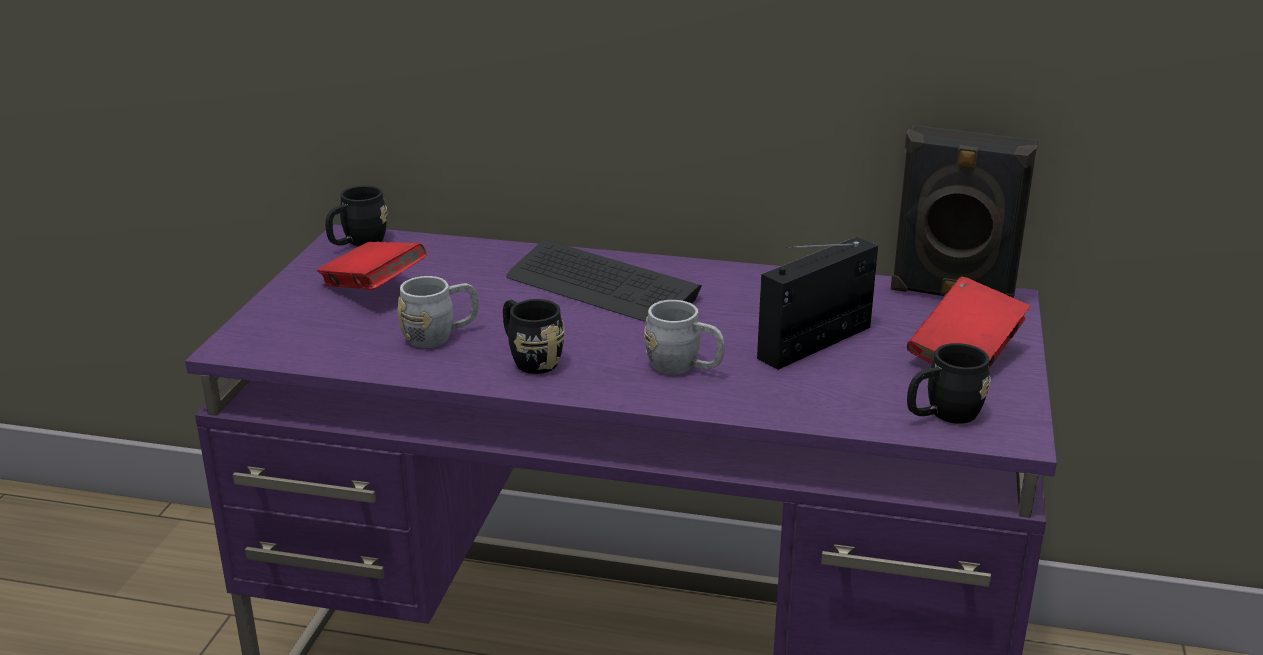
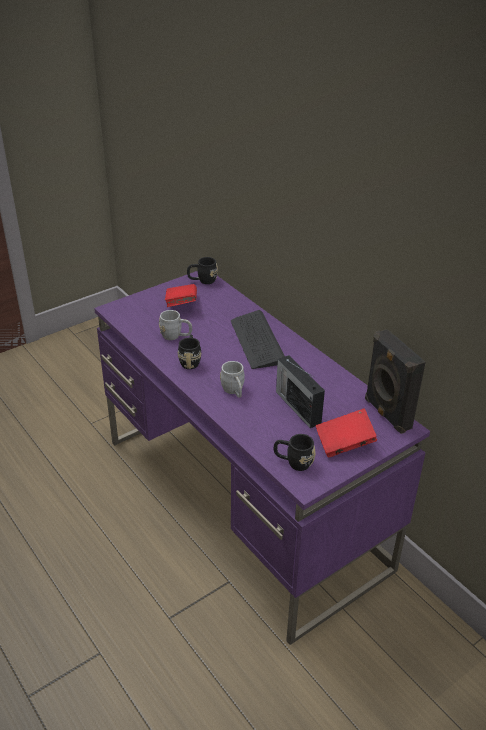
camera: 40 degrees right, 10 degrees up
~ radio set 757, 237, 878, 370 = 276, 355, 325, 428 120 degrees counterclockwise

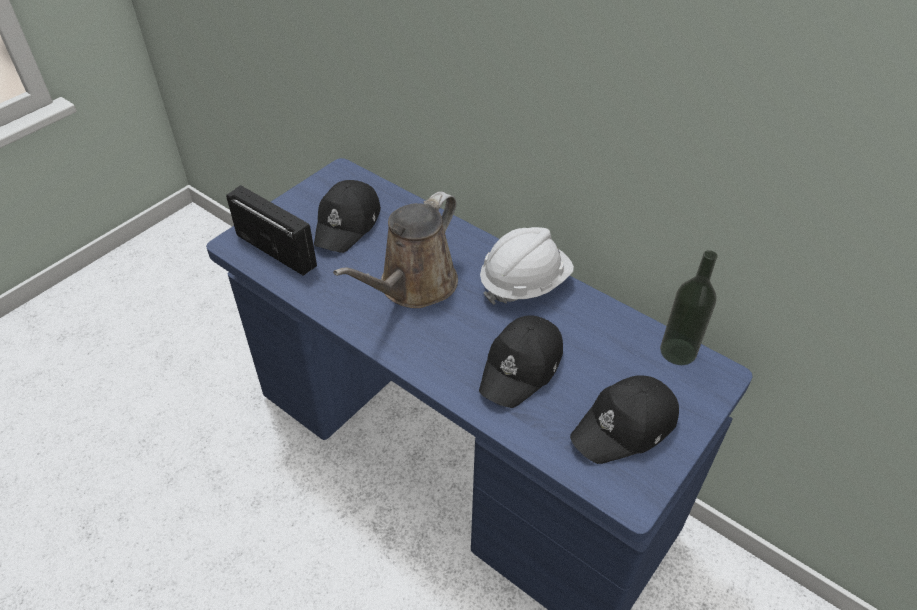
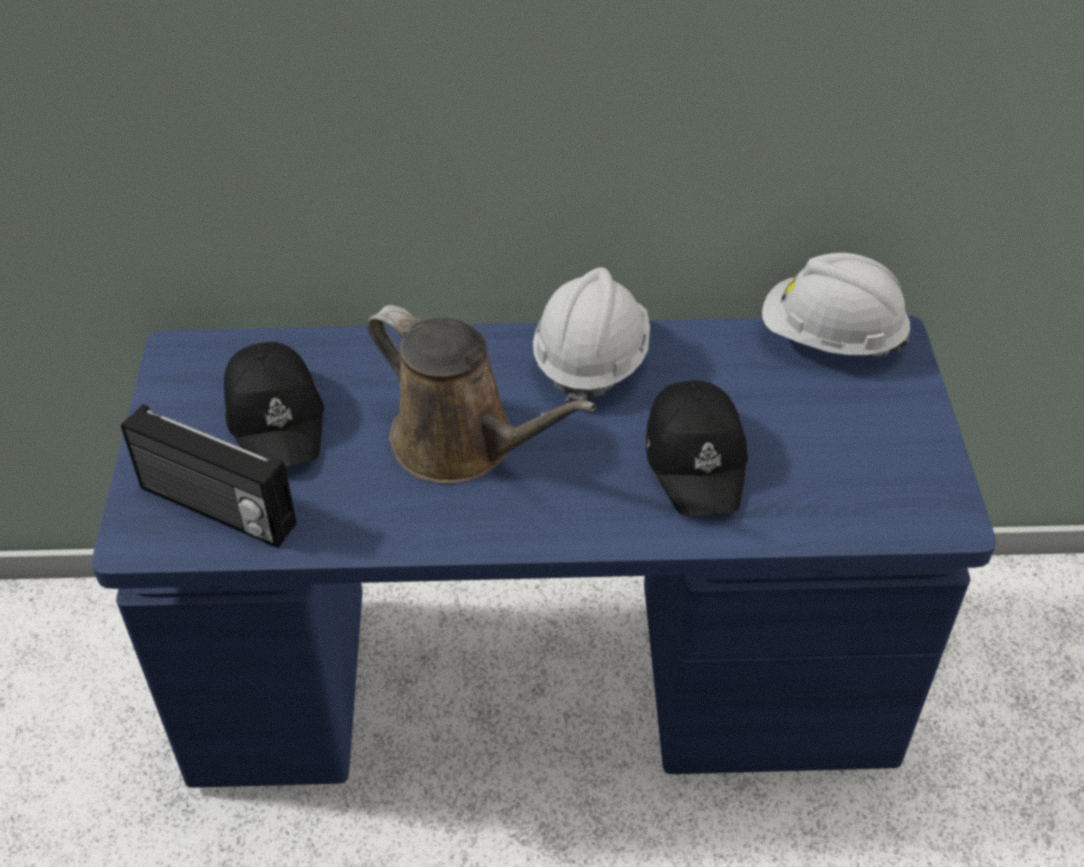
camera: 40 degrees left, 0 degrees up
~ radio set 226, 185, 317, 276 = 121, 404, 296, 548 150 degrees counterclockwise
~ brown-coloured watering can 333, 191, 458, 308 = 367, 305, 597, 484 45 degrees counterclockwise
- black-coloured cap 570, 375, 679, 464
~ bottle 660, 250, 718, 365 to white-coloured hard hat 762, 253, 911, 357

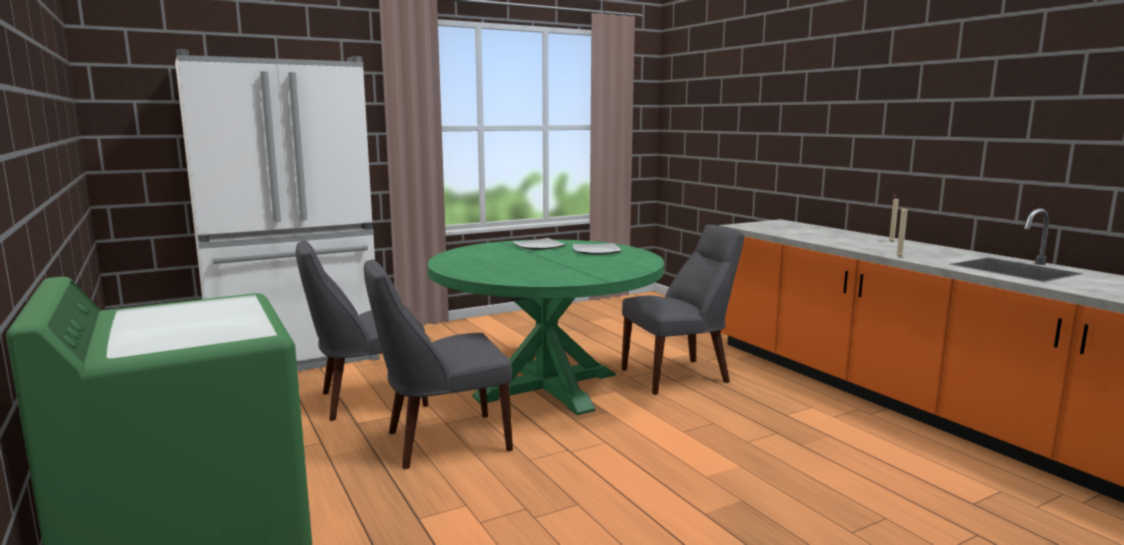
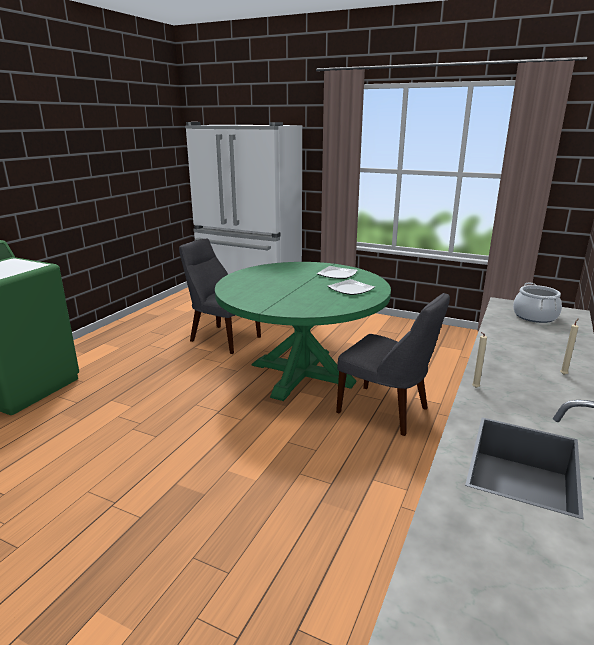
camera: 55 degrees right, 10 degrees up
- greyish plain chair 364, 259, 513, 469
+ saucepot 513, 283, 562, 323

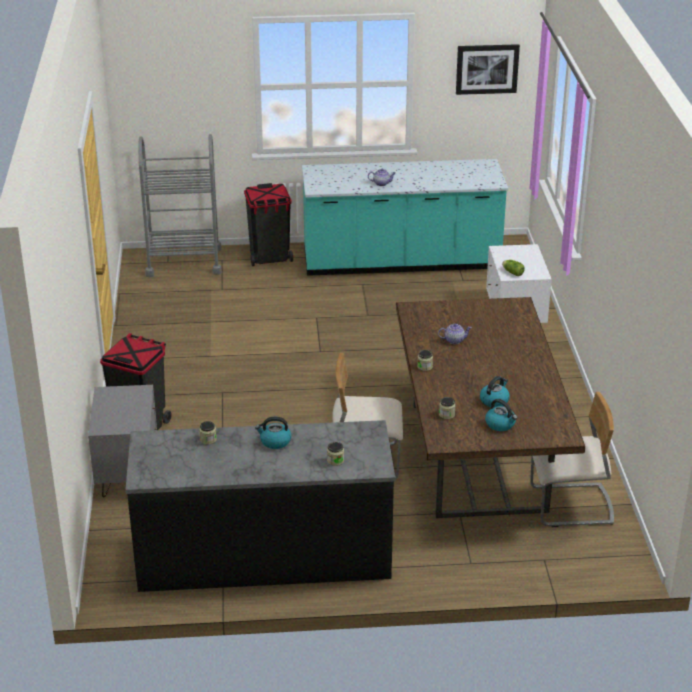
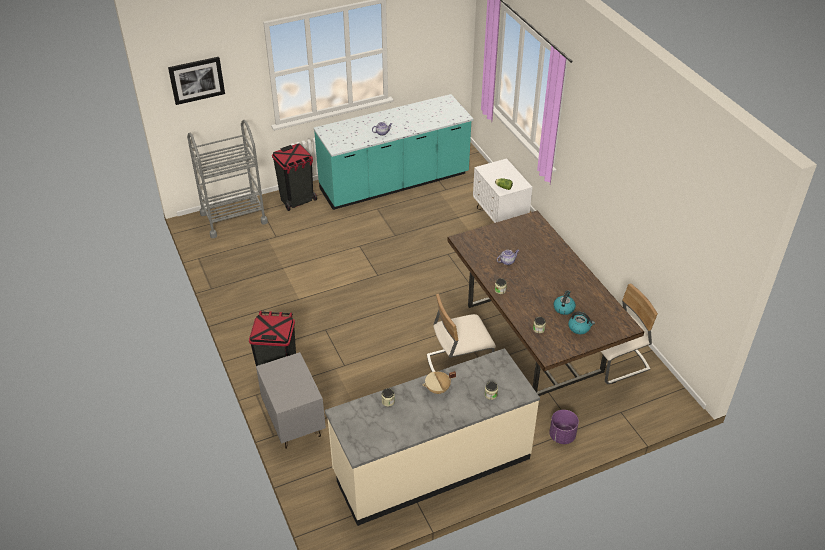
camera: 20 degrees left, 10 degrees up
~ black-coloured kitchen counter 125, 420, 395, 592 to beige-coloured kitchen counter 325, 348, 540, 526
~ tea kettle 255, 417, 291, 449 to beige-coloured saucepot 423, 371, 456, 394
~ wall art 456, 44, 520, 95 to 168, 57, 225, 105
+ purple flower pot 549, 410, 579, 444

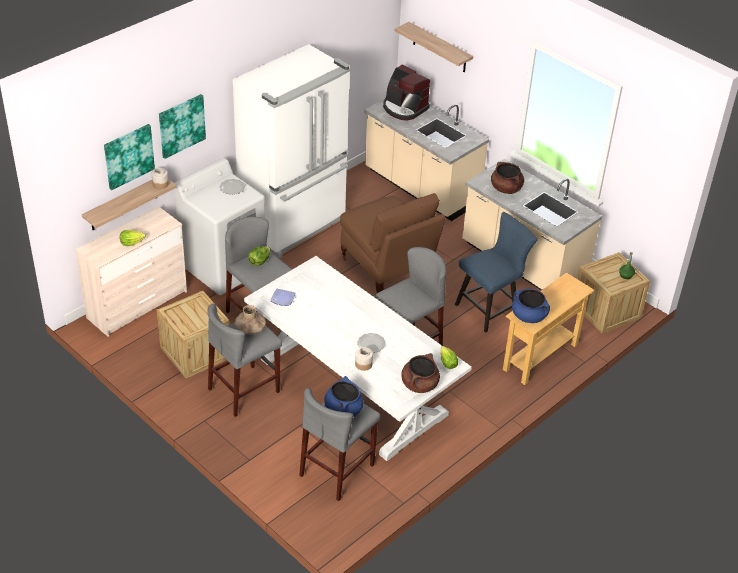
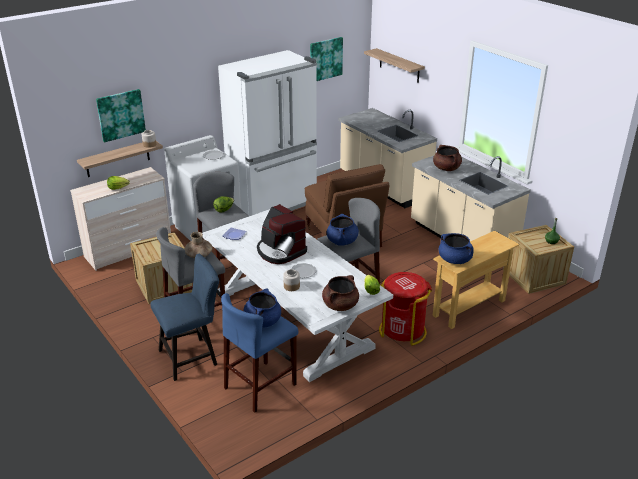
camera: 10 degrees right, 10 degrees down
~ wall art 159, 94, 206, 159 to 310, 37, 343, 81
~ greyish stool 299, 388, 380, 501 to bluish stool 221, 293, 298, 413
~ coffee machine 383, 65, 430, 121 to 257, 204, 307, 264
~ bluish plain chair 455, 212, 537, 333 to 150, 254, 219, 381
+ bluish saucepot 327, 214, 359, 246
+ red trash can 379, 272, 432, 346

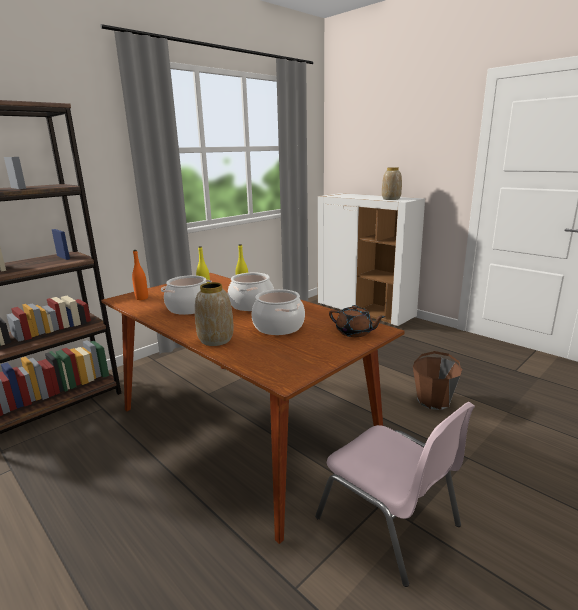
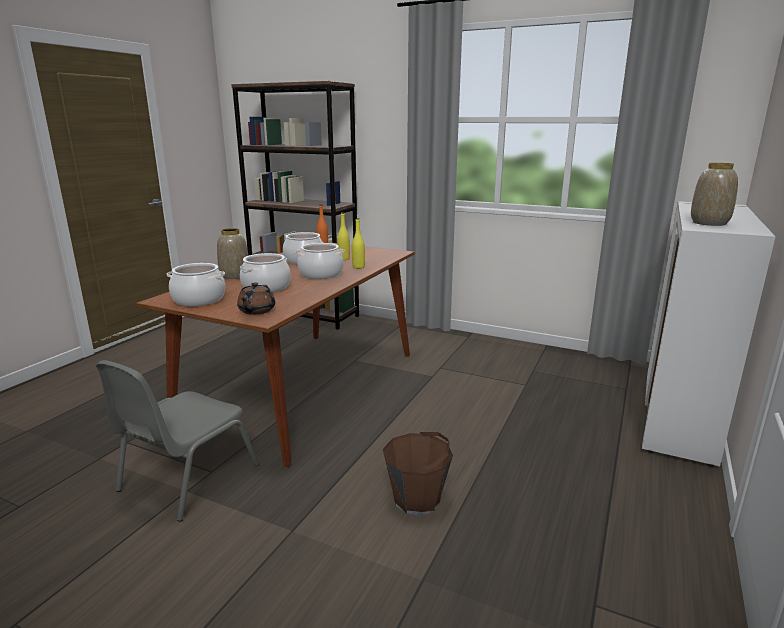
camera: 70 degrees right, 0 degrees up
~ pink-coloured plain chair 315, 402, 475, 587 to greyish plain chair 96, 360, 259, 522
+ saucepot 167, 263, 225, 306

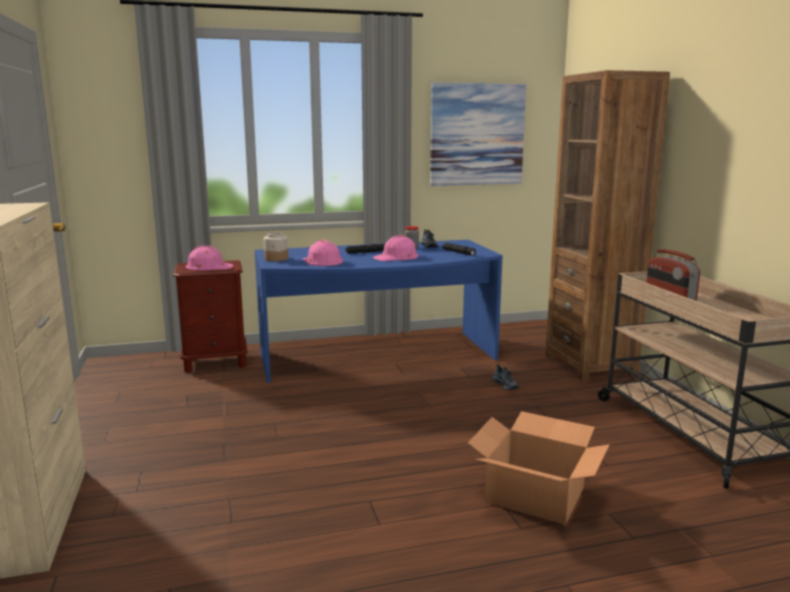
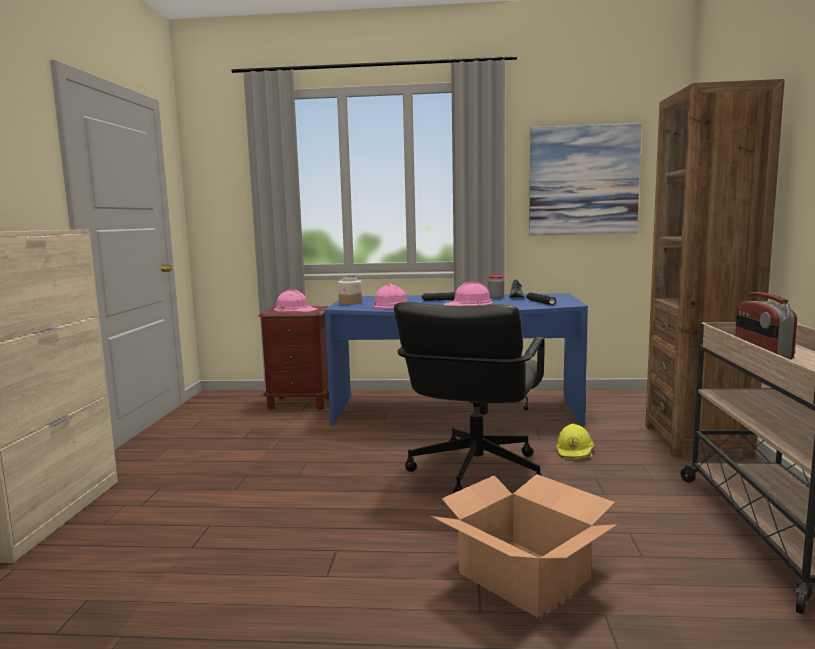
camera: 20 degrees right, 5 degrees down
~ shoe 492, 364, 519, 390 to yellow-coloured hard hat 556, 424, 594, 459
+ black-coloured desk chair 394, 302, 545, 493

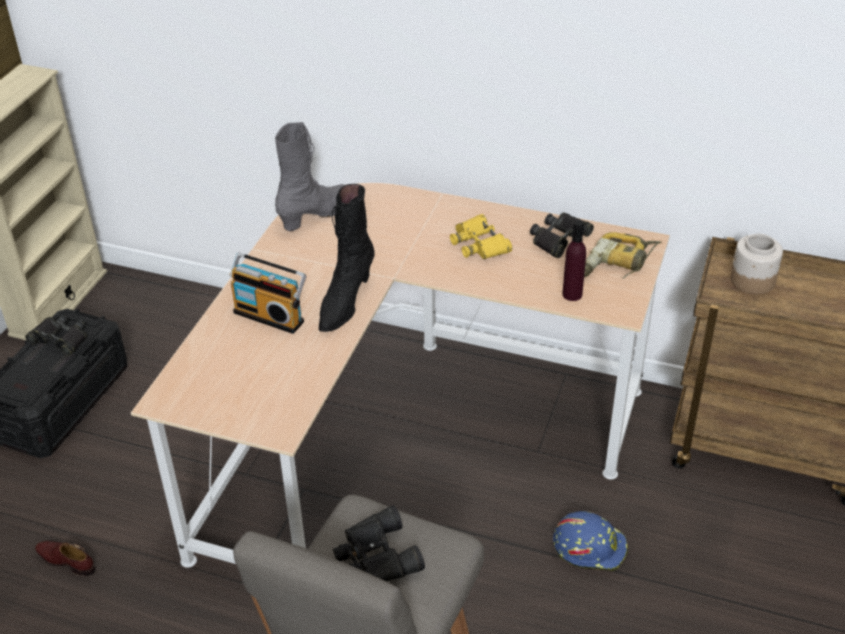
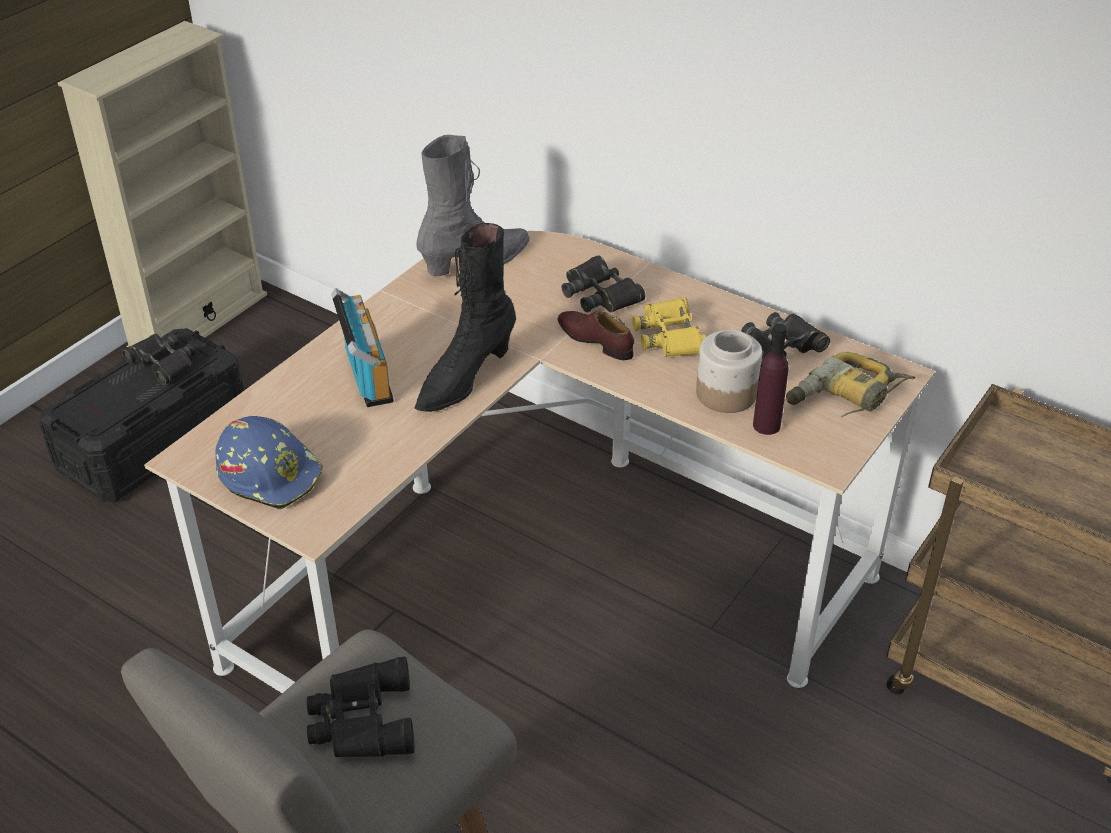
camera: 15 degrees right, 0 degrees up
~ brown-coloured shoe 35, 541, 95, 576 to 558, 311, 634, 360
~ radio set 230, 253, 307, 334 = 331, 288, 394, 407 150 degrees counterclockwise
~ bluish hard hat 553, 511, 628, 571 to 216, 416, 323, 509
~ jar 730, 234, 783, 294 to 696, 329, 762, 413
+ black-coloured binoculars 562, 255, 645, 313

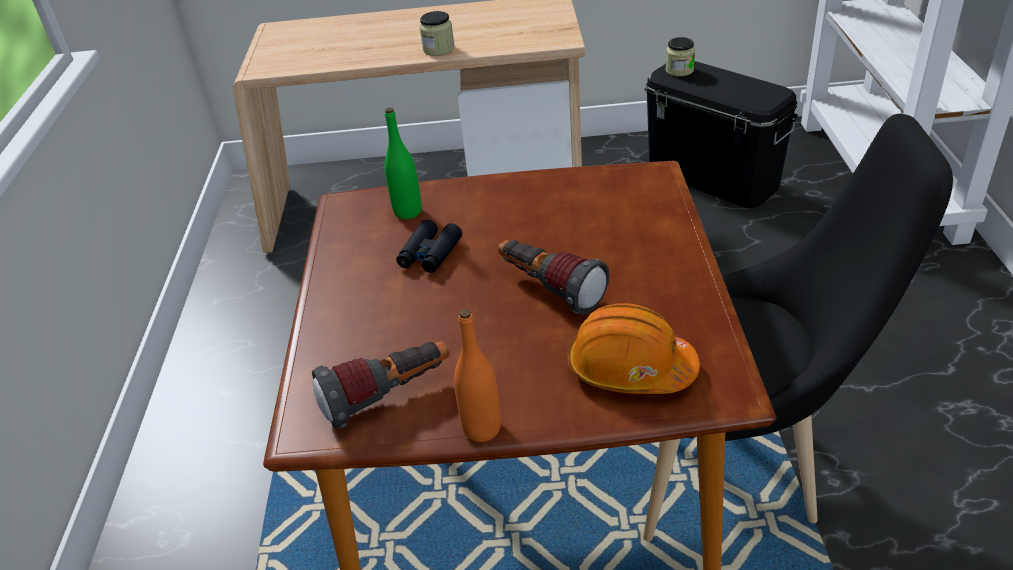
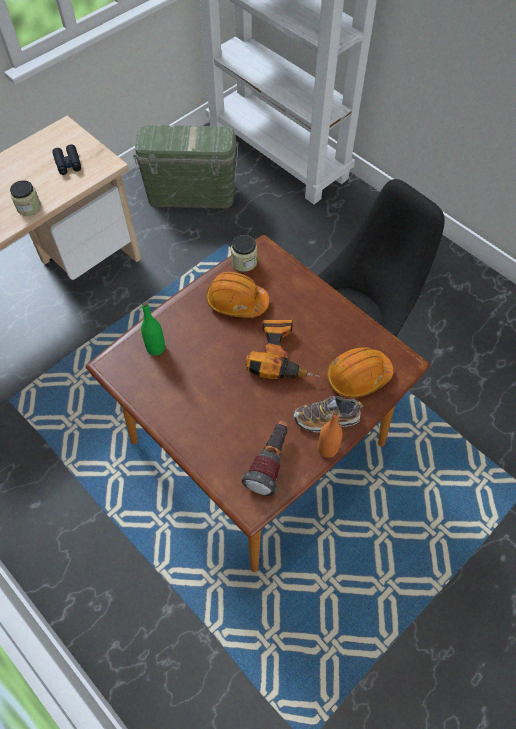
camera: 45 degrees left, 20 degrees up
~ black-coloured binoculars 396, 219, 462, 273 to 52, 144, 81, 175
~ flashlight 498, 240, 609, 315 to drill 245, 320, 320, 379
~ black-coloured storage container 644, 61, 798, 208 to green-coloured storage container 133, 125, 239, 208
~ jar 665, 37, 695, 77 to 231, 235, 257, 272
+ orange hard hat 206, 272, 269, 318
+ shoe 293, 396, 363, 432

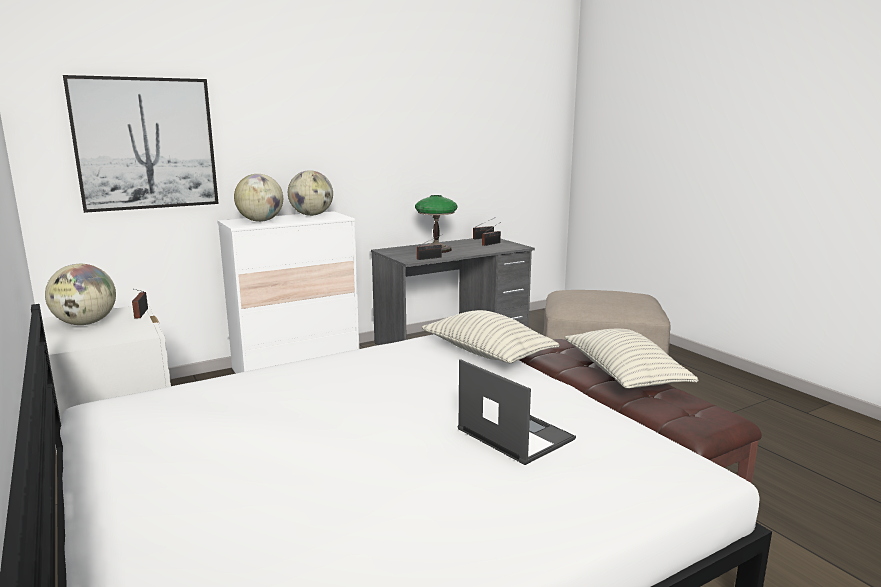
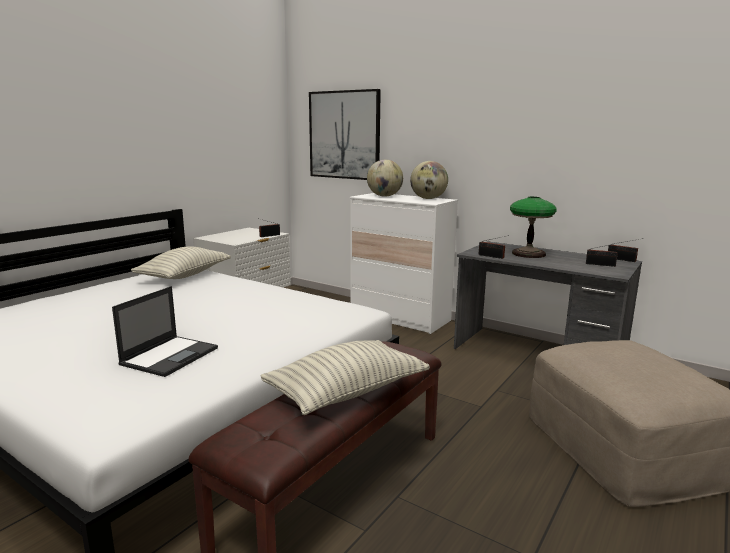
camera: 65 degrees right, 0 degrees up
- desk globe 45, 264, 116, 325
~ pillow 422, 310, 560, 363 to 131, 246, 231, 279

